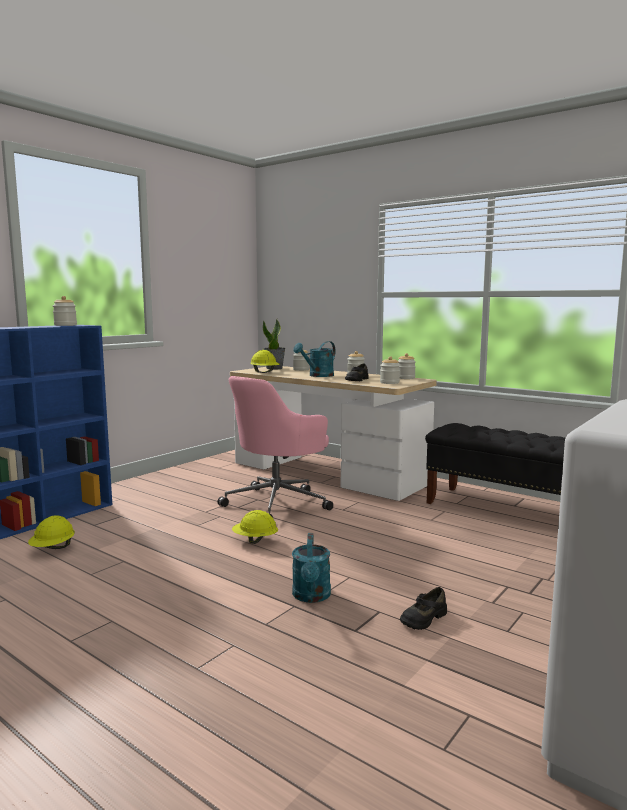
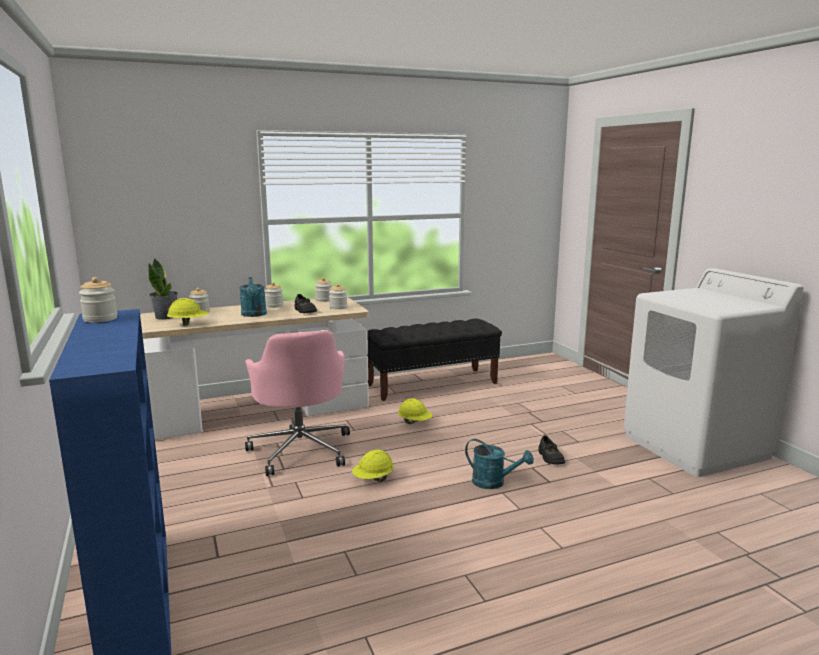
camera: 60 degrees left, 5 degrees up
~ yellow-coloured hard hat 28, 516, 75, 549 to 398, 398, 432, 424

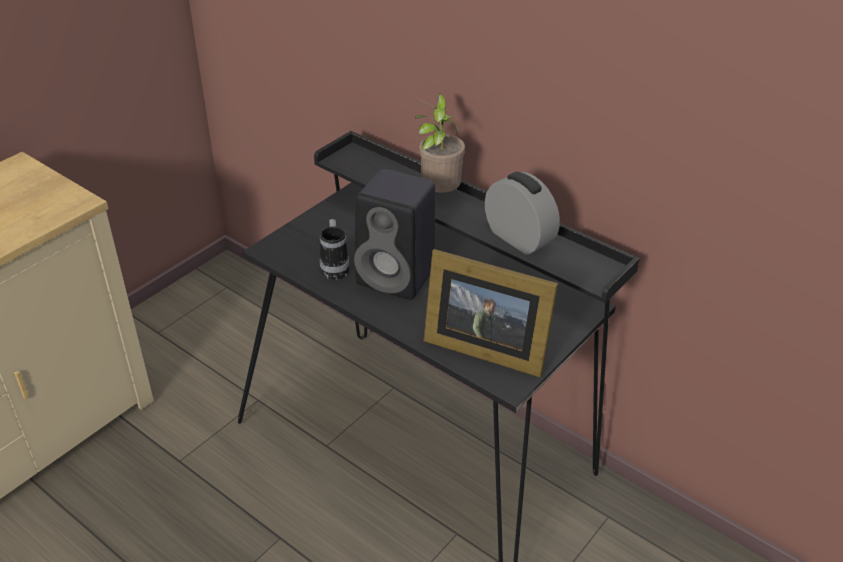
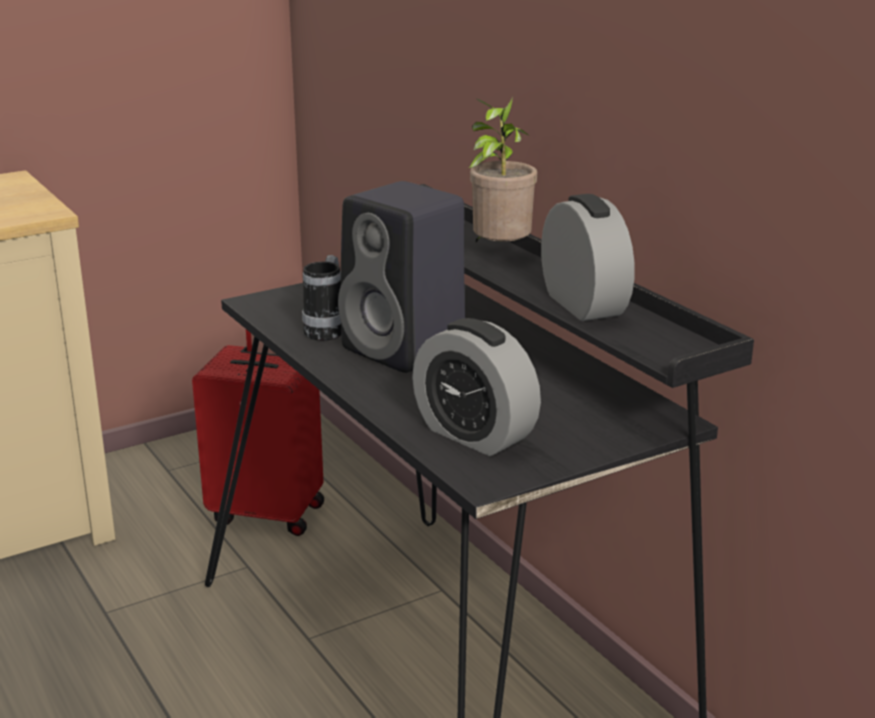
camera: 20 degrees right, 15 degrees down
~ picture frame 424, 249, 558, 377 to alarm clock 412, 318, 541, 456
+ red travel case 192, 329, 324, 536

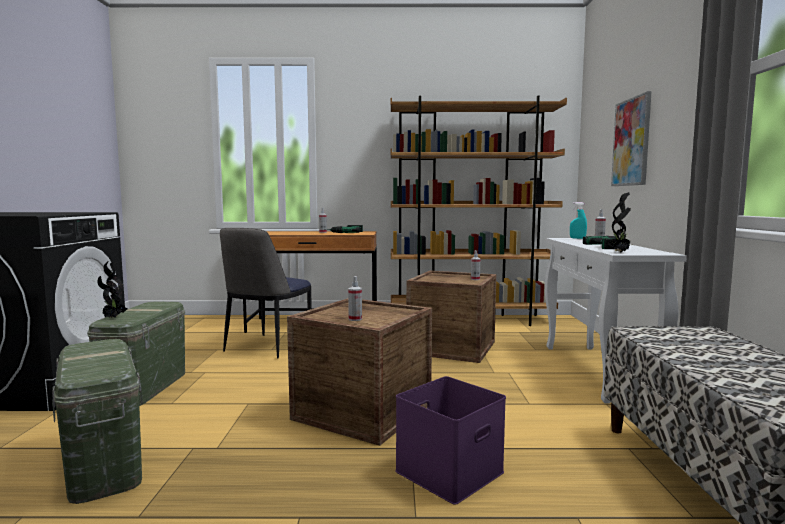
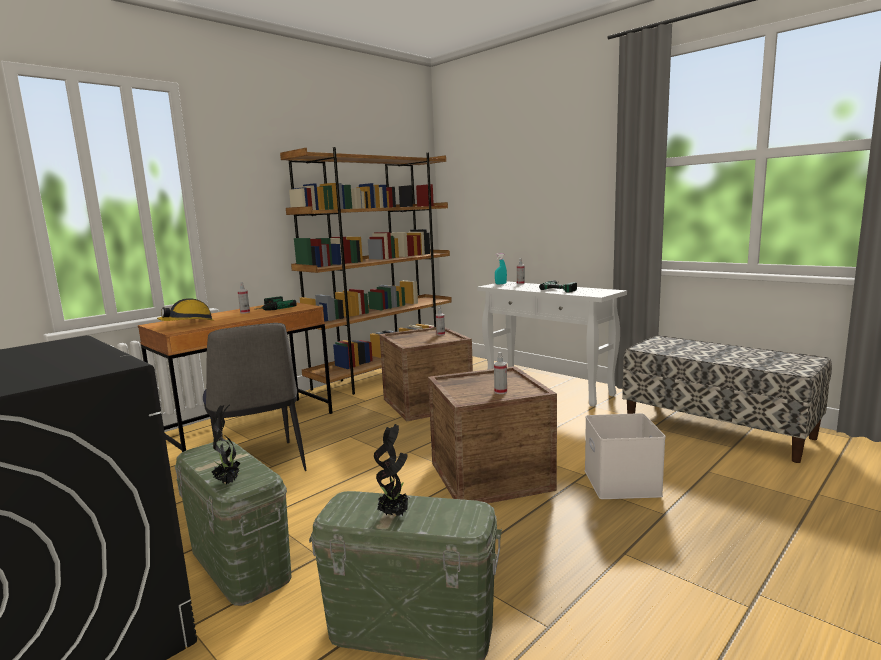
camera: 45 degrees left, 5 degrees up
~ purple storage container 395, 376, 506, 505 to white-coloured storage container 585, 413, 666, 499
~ houseplant 609, 192, 631, 252 to 374, 424, 409, 516
- wall art 611, 91, 652, 186
+ hard hat 157, 298, 214, 321

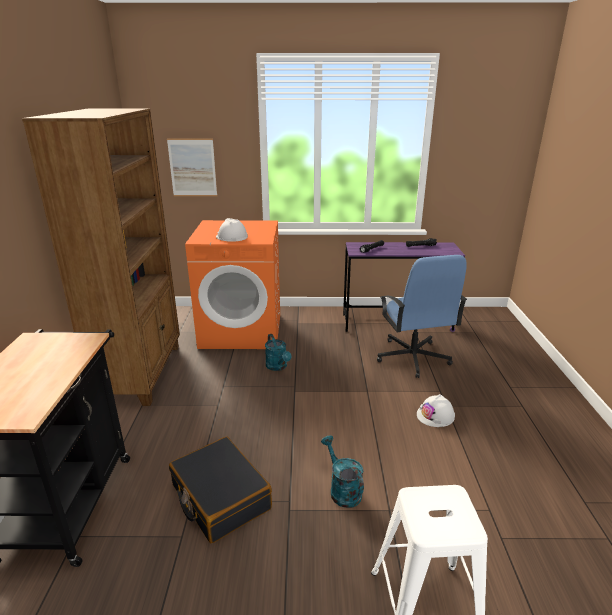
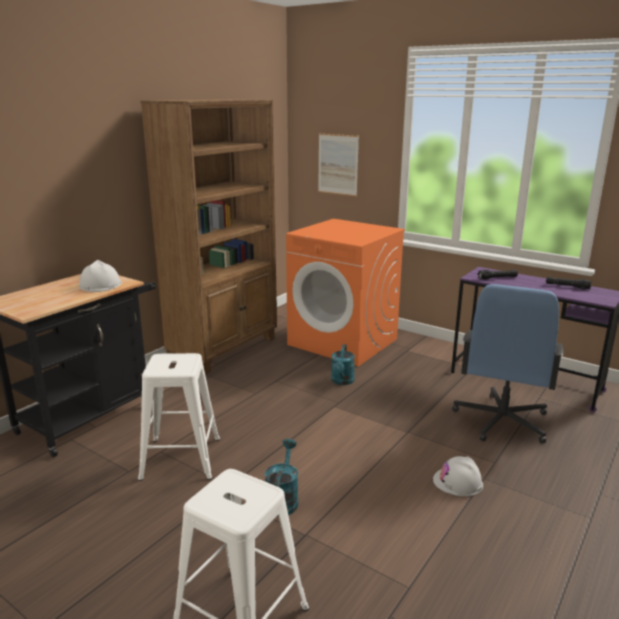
camera: 35 degrees right, 5 degrees down
~ black-coloured travel case 169, 436, 272, 544 to white-coloured stool 138, 353, 220, 481
~ white-coloured hard hat 216, 218, 248, 242 to 79, 260, 122, 292

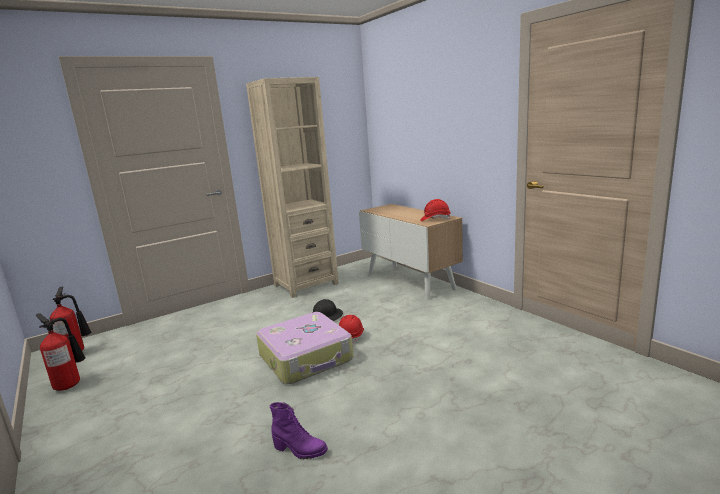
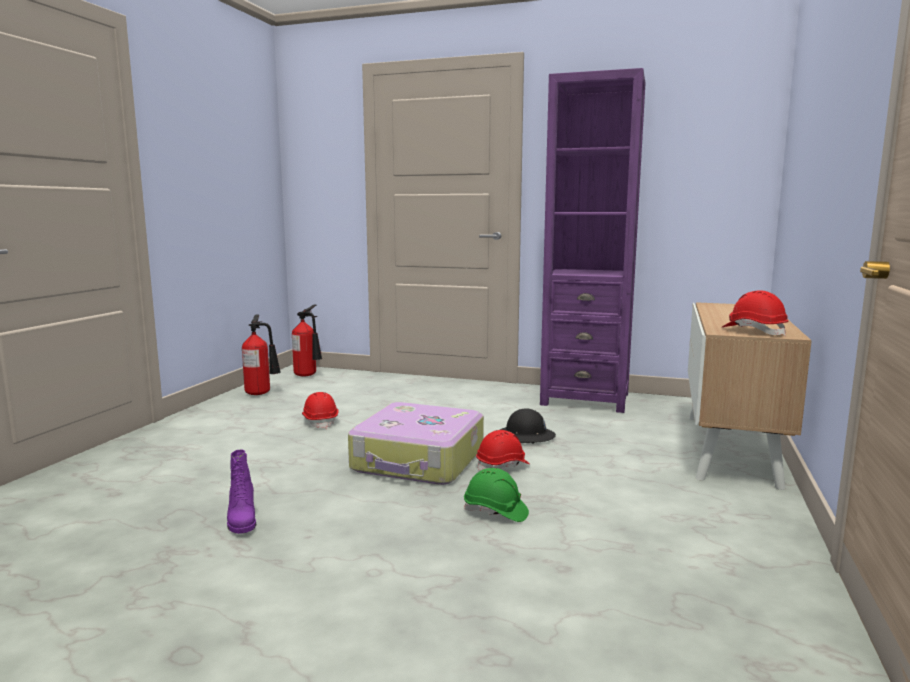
camera: 50 degrees right, 5 degrees down
~ beige-coloured shelving unit 246, 77, 339, 298 to purple shelving unit 540, 68, 645, 413
+ red hard hat 302, 392, 338, 429
+ green-coloured hard hat 464, 468, 529, 522

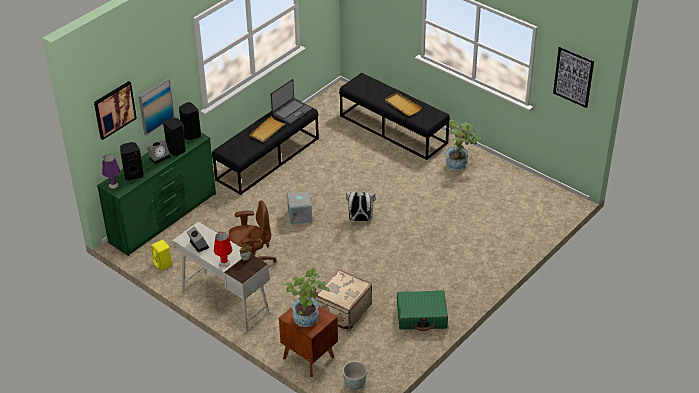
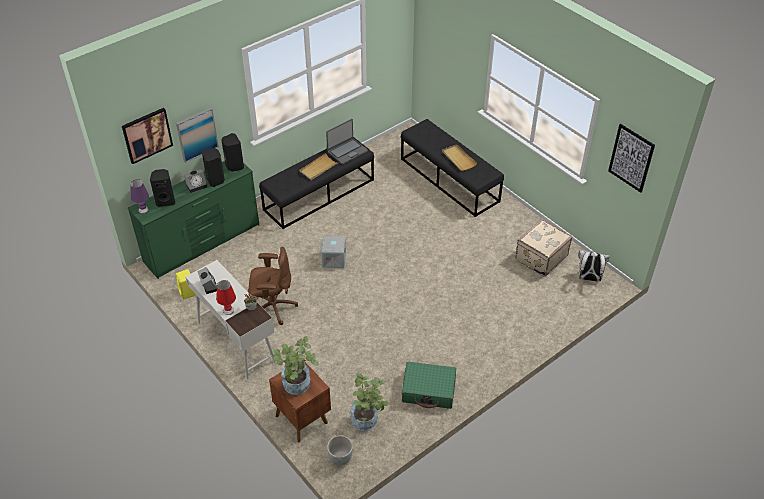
camera: 10 degrees right, 5 degrees up
~ beige-coloured travel case 314, 269, 372, 331 to 515, 219, 572, 277
~ white-coloured backpack 346, 192, 375, 221 to 578, 250, 610, 282
~ houseplant 446, 120, 481, 170 to 351, 373, 390, 431

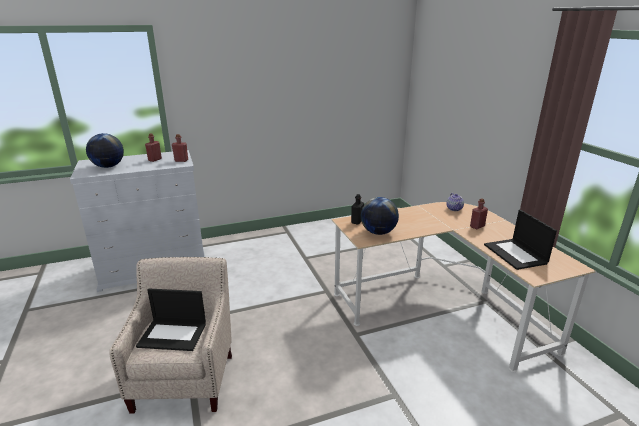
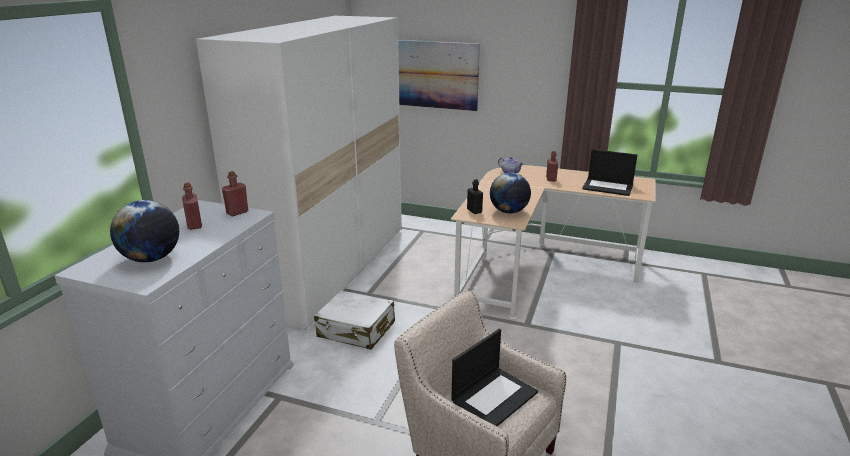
camera: 50 degrees left, 0 degrees up
+ white-coloured clothes cupboard 196, 16, 402, 330
+ white-coloured travel case 314, 290, 395, 350
+ wall art 398, 40, 480, 111

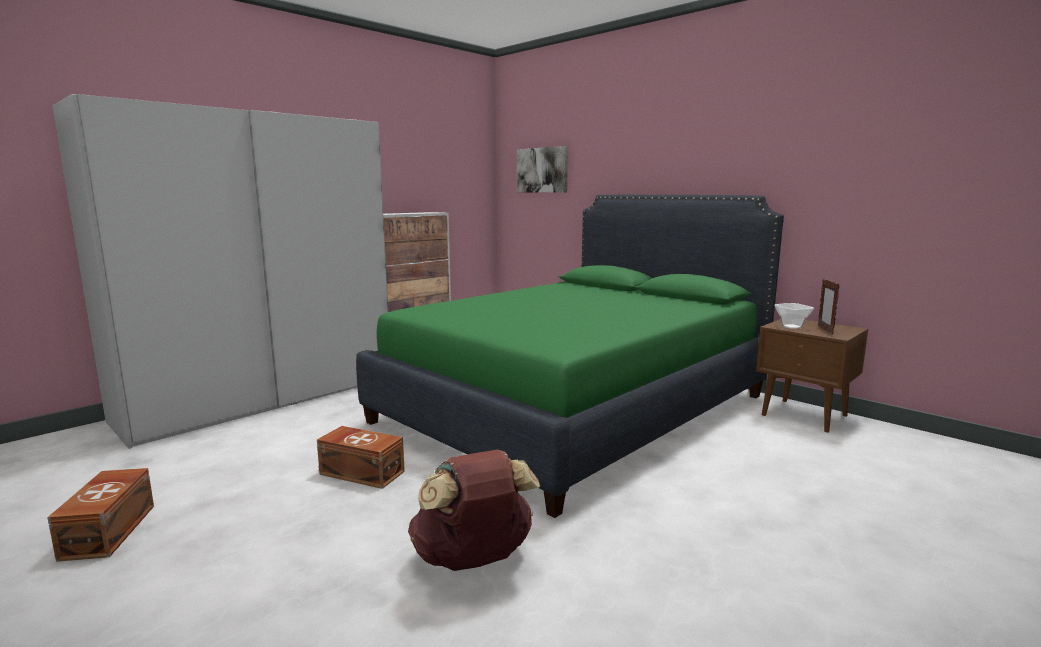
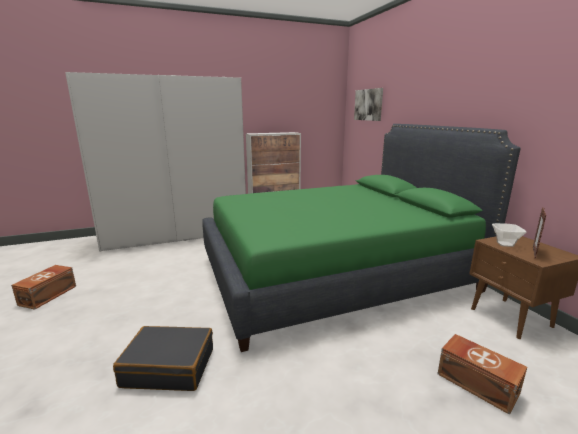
camera: 25 degrees right, 5 degrees up
~ brown-coloured storage container 317, 426, 405, 489 to 438, 334, 527, 415
~ brown-coloured backpack 408, 450, 540, 571 to black-coloured travel case 113, 326, 213, 391

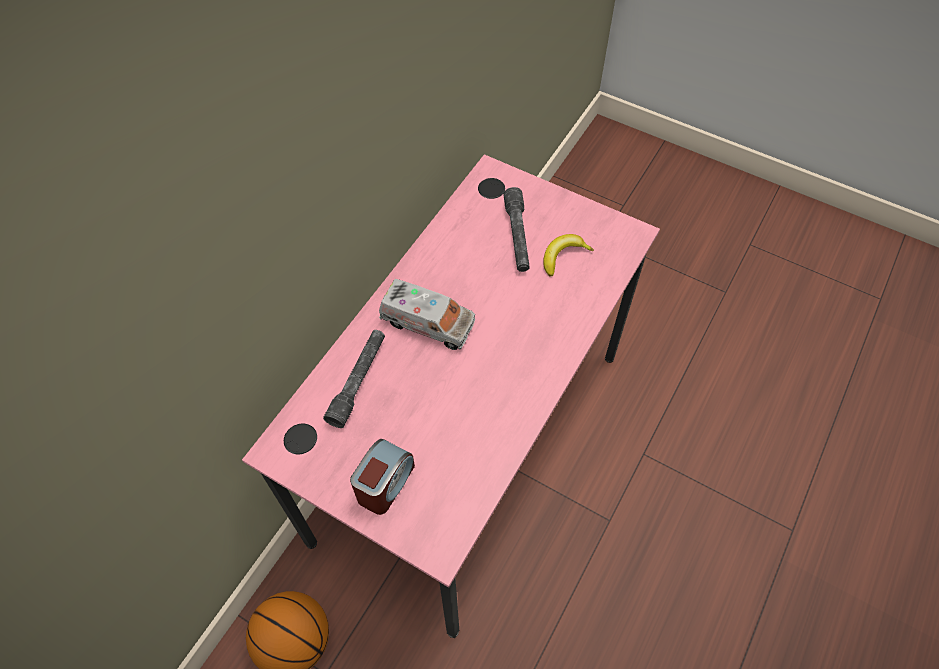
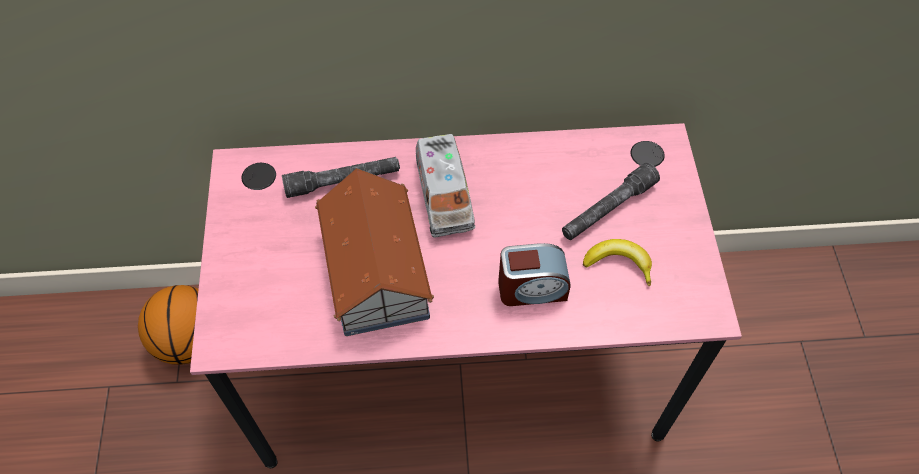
camera: 55 degrees right, 0 degrees up
~ alarm clock 350, 439, 415, 515 to 498, 243, 571, 306
+ toy house 315, 168, 434, 336

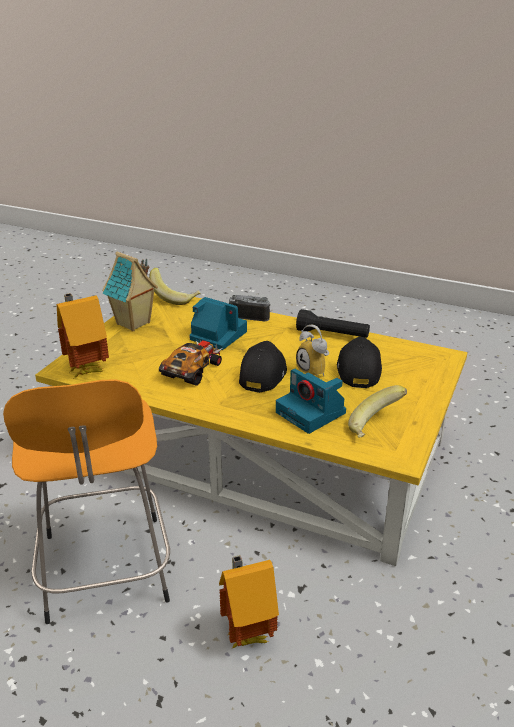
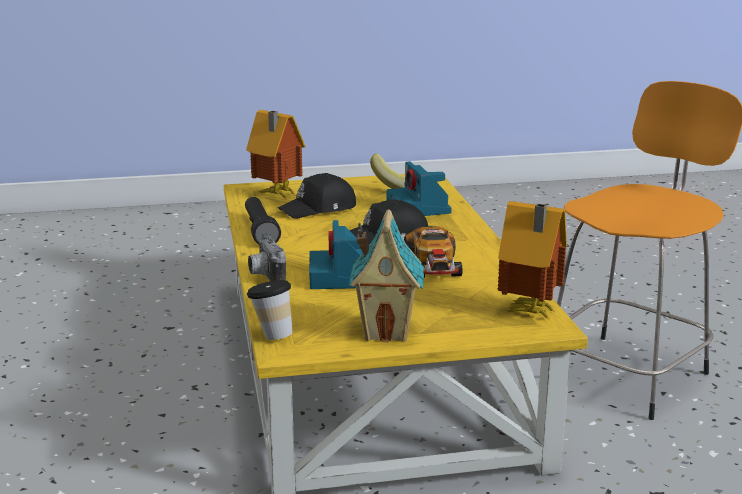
camera: 125 degrees left, 10 degrees down
~ whole banana 149, 268, 201, 305 to drinking cup 247, 280, 293, 340
~ toy car 159, 340, 223, 386 = 404, 226, 463, 278 90 degrees counterclockwise
~ toy house 219, 555, 279, 648 to 246, 110, 305, 198
~ still camera 276, 369, 346, 434 = 386, 161, 451, 216 150 degrees clockwise
- alarm clock 296, 325, 329, 376

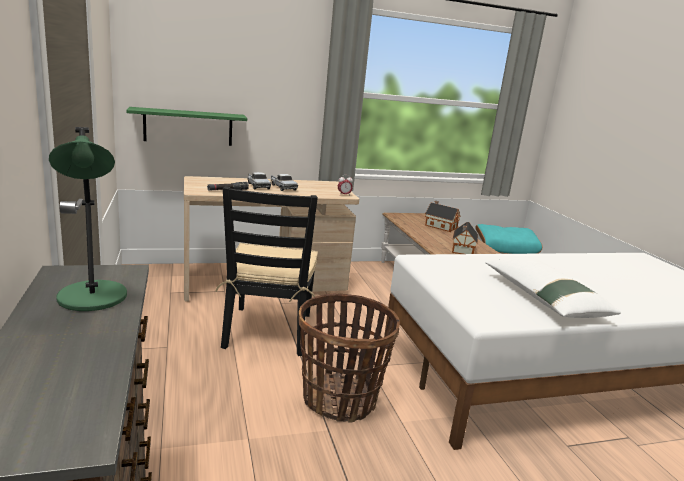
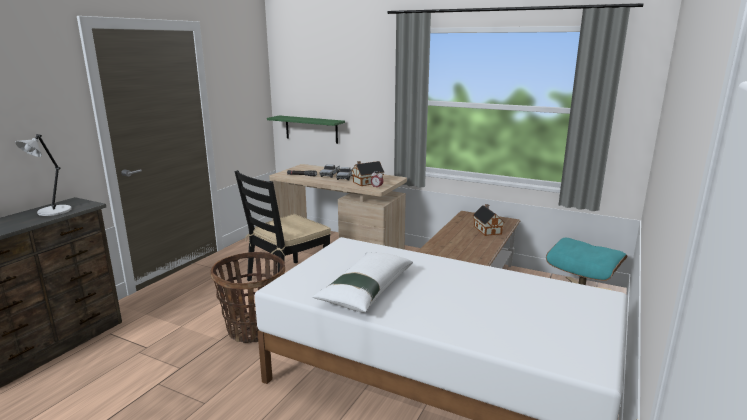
camera: 45 degrees right, 0 degrees up
~ green-coloured table lamp 49, 127, 127, 311 to greyish table lamp 15, 134, 72, 216
~ toy house 452, 222, 478, 254 to 351, 161, 384, 186

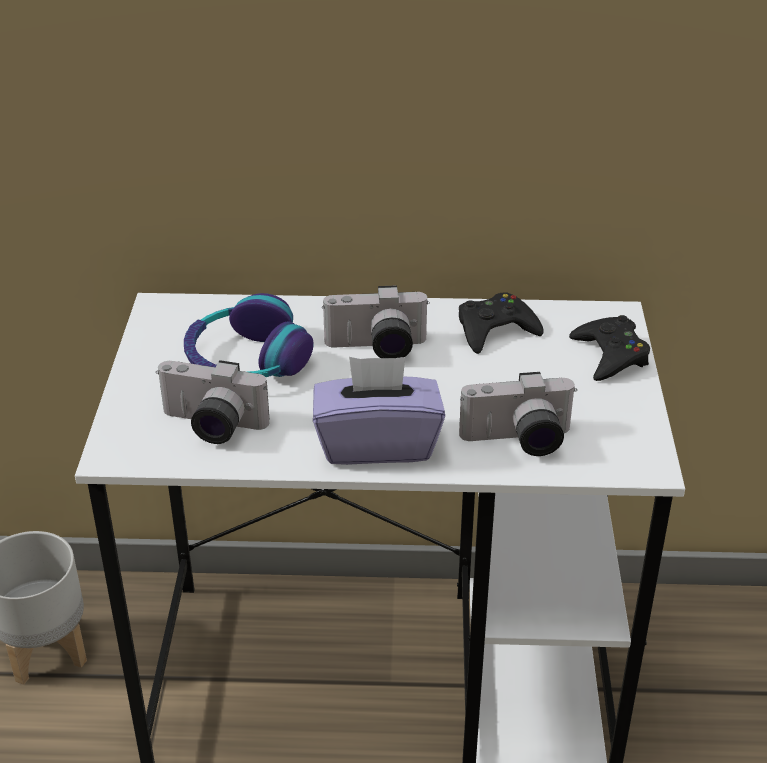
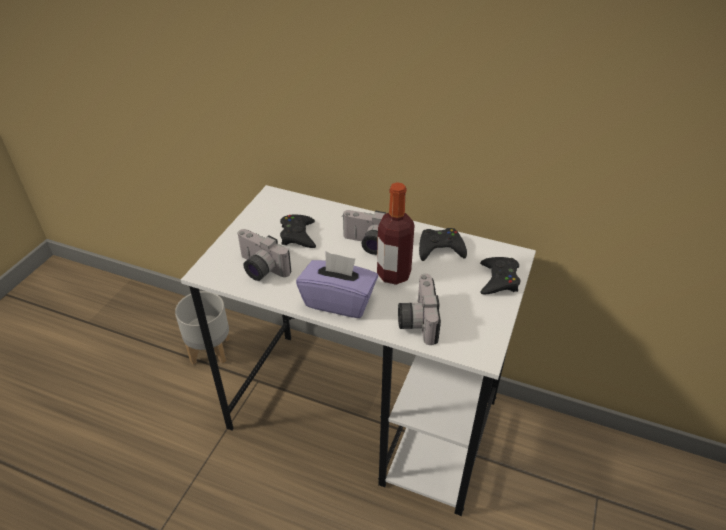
camera: 20 degrees right, 5 degrees up
~ pair of headphones 184, 293, 314, 377 to black-coloured gamepad 280, 215, 316, 248
~ still camera 459, 372, 577, 456 = 398, 273, 441, 345 75 degrees clockwise
+ bottle 377, 182, 415, 285

